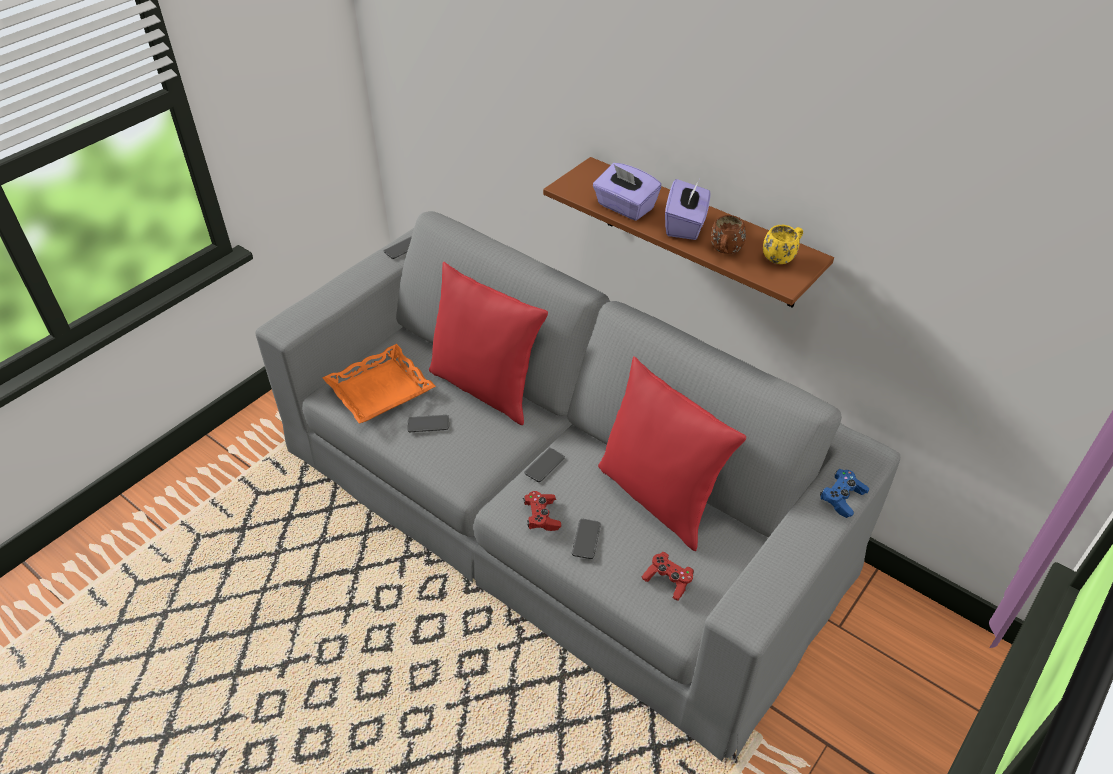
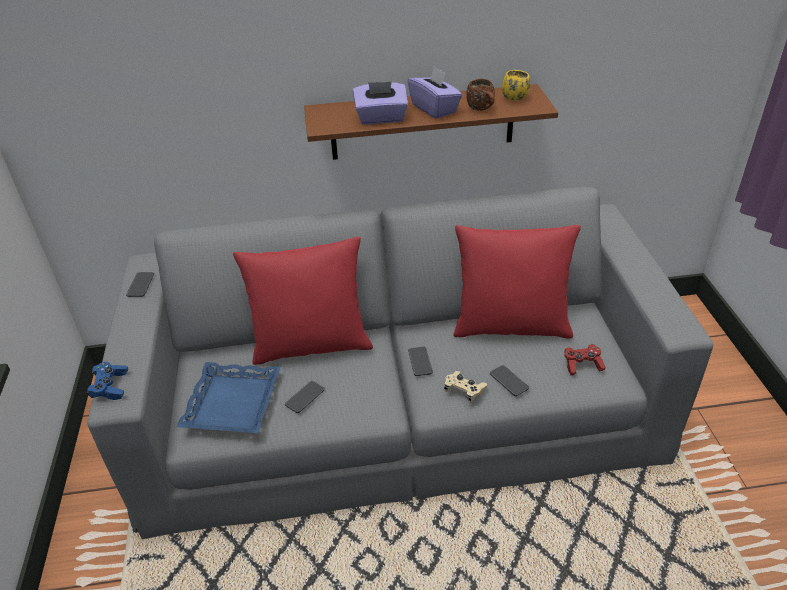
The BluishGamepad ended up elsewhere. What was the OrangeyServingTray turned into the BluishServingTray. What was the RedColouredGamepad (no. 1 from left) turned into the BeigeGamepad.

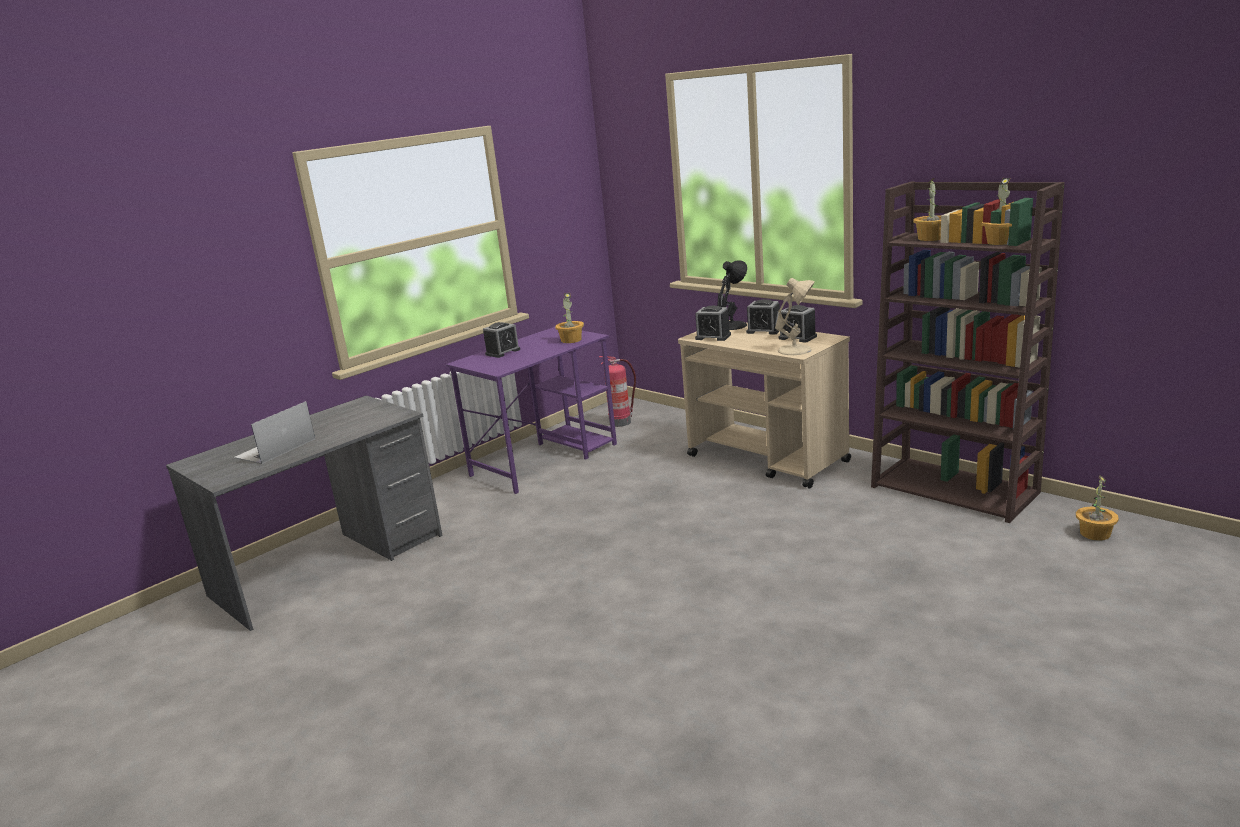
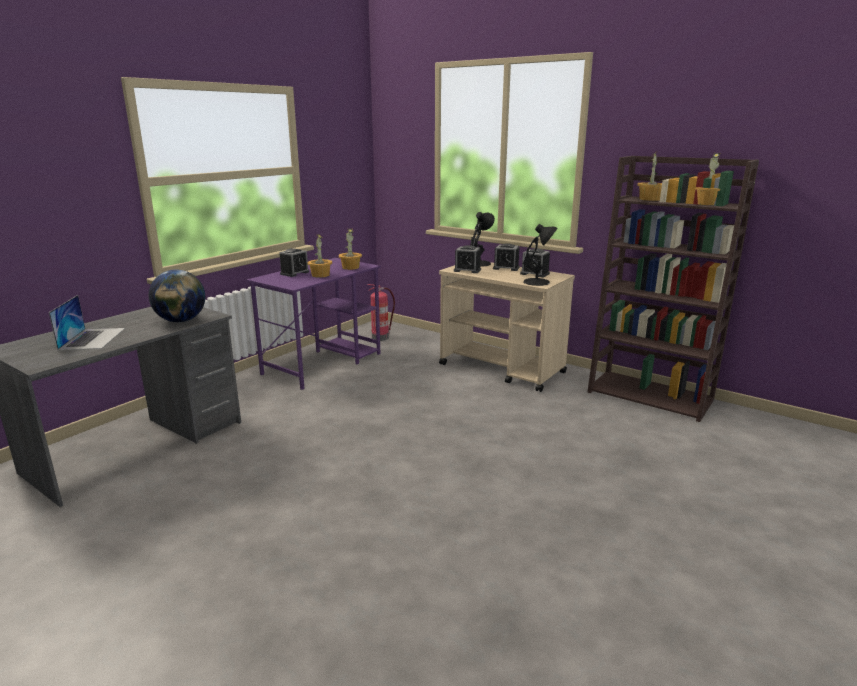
The second view gained the DeskGlobe. The Houseplant (no. 4 from left in the first image) ended up elsewhere. What was the BeigeTabletopLamp turned into the BlackColouredTabletopLamp (no. 2 from left). The NotebookComputer ended up facing another way, 150 degrees clockwise from before.

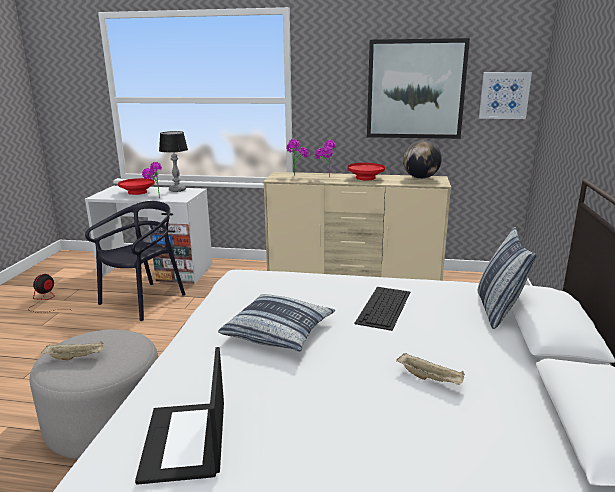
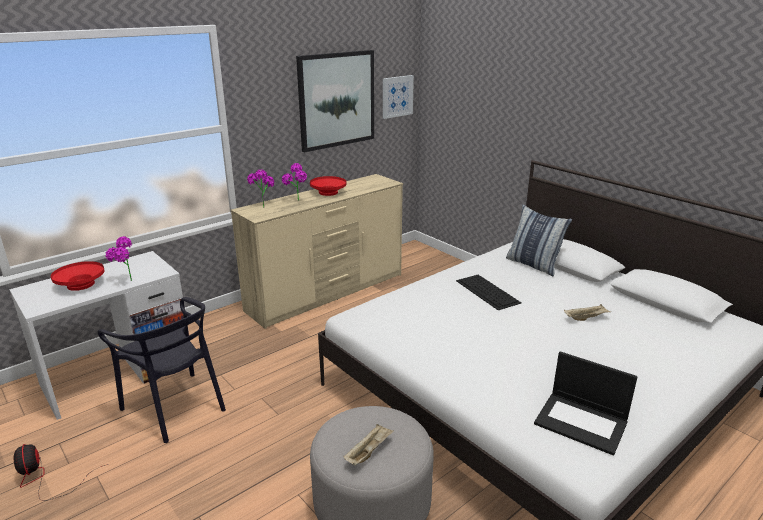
The second view lost the TabletopLamp. The second view lost the Pillow (no. 1 from left). The second view lost the DeskGlobe. The BlackColouredPlainChair ended up facing another way, 150 degrees clockwise from before.

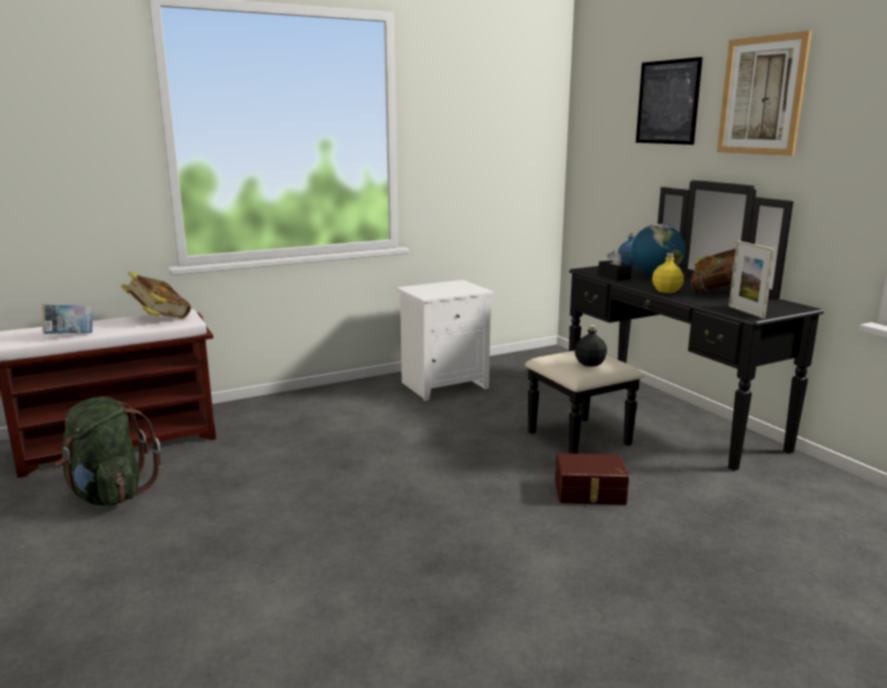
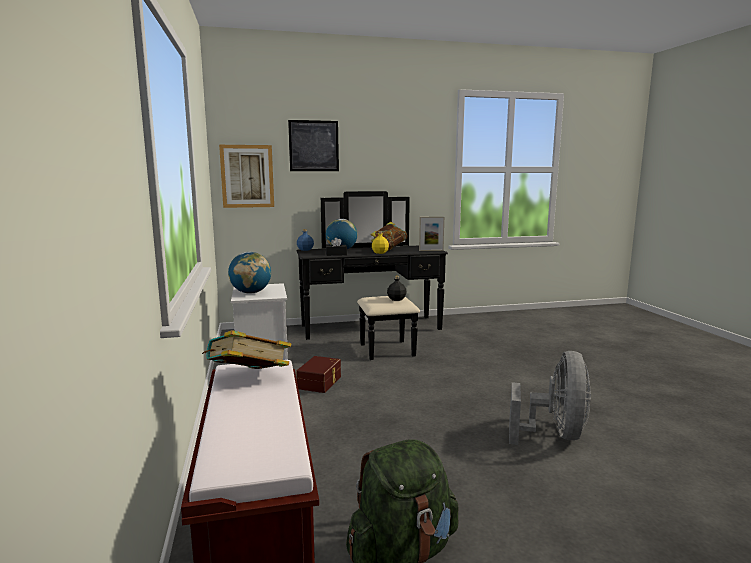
The second view lost the Volume (no. 1 from left). The second view gained the DeskGlobe (no. 1 from left). The second view gained the GreyishCoolingFan. The BrownishStorageContainer ended up elsewhere. The WallArt (no. 2 from left in the first image) ended up elsewhere.

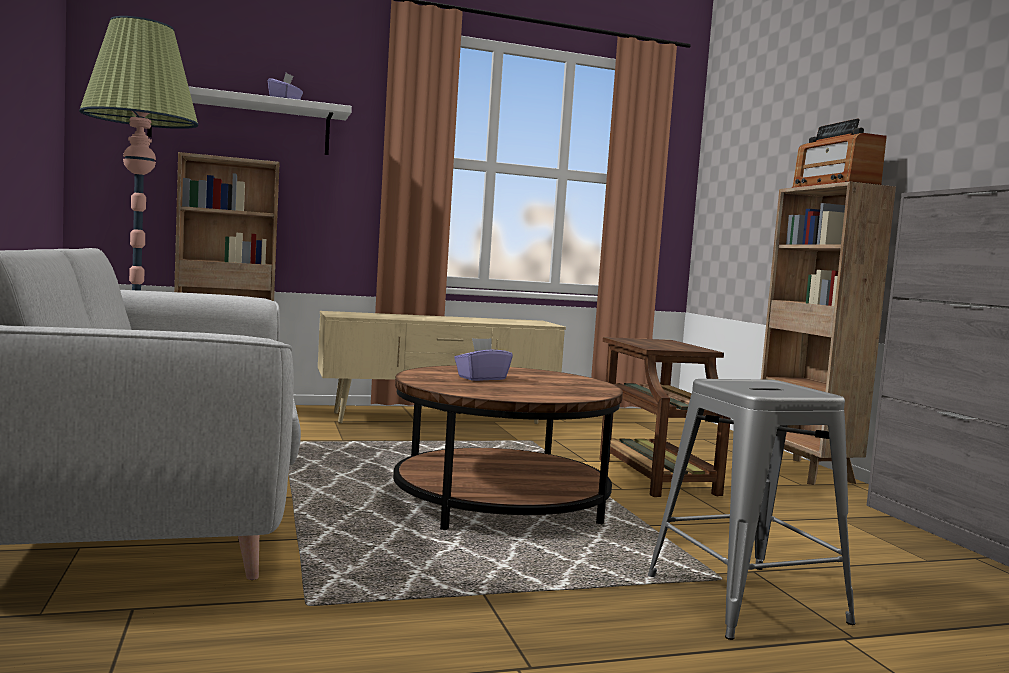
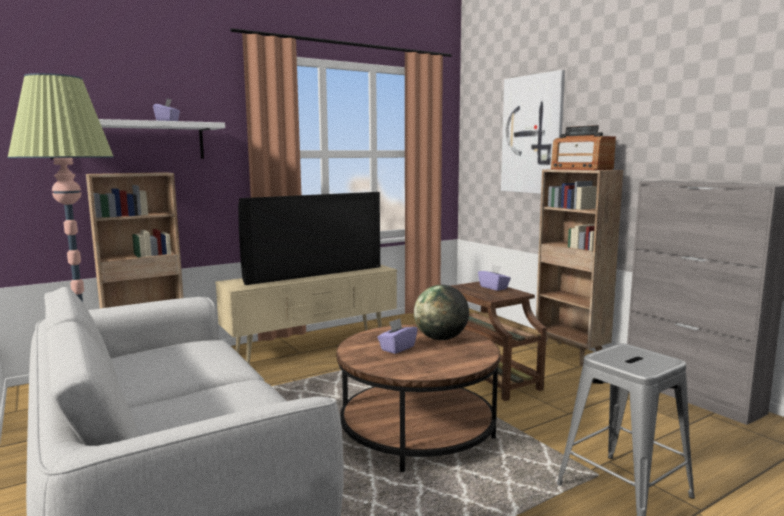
The second view gained the TvSet. The second view gained the DeskGlobe. The second view gained the PurpleTissueHolder (no. 3 from left). The second view gained the WallArt.

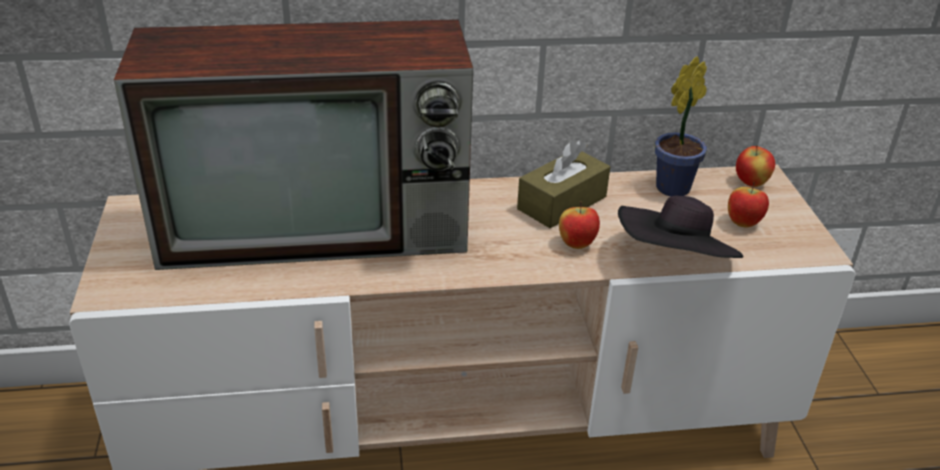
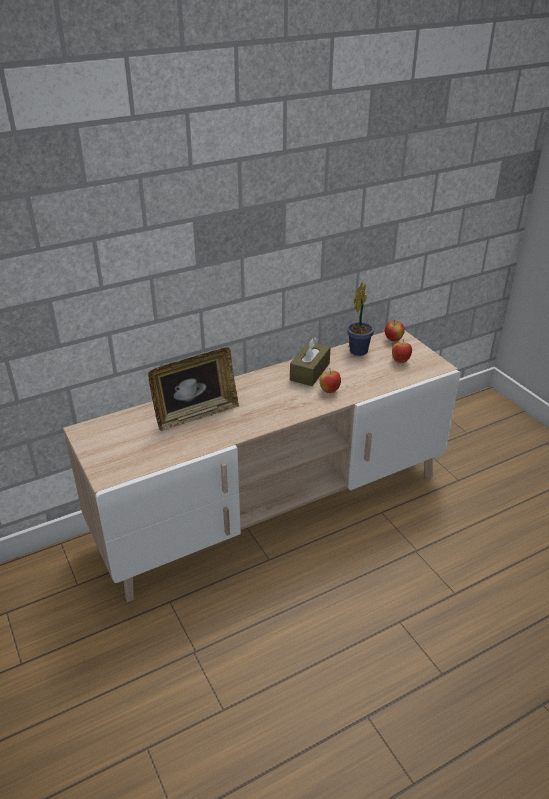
The second view lost the BlackColouredClothingHat. Where the TvSet stood, the PhotoFrame came to stand.

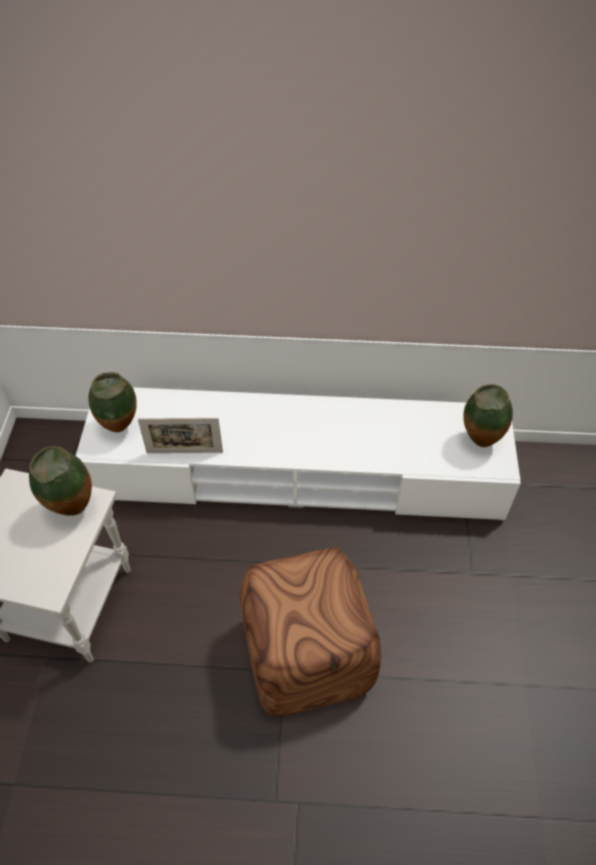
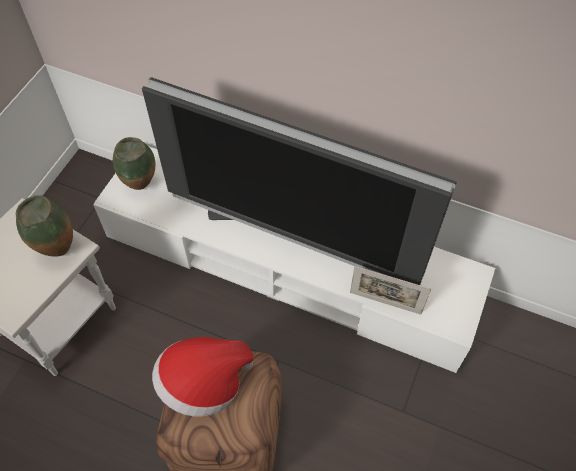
The second view lost the DecorativeVase (no. 3 from left). The second view gained the TvSet. The second view gained the ClothingHat. The PhotoFrame ended up elsewhere.

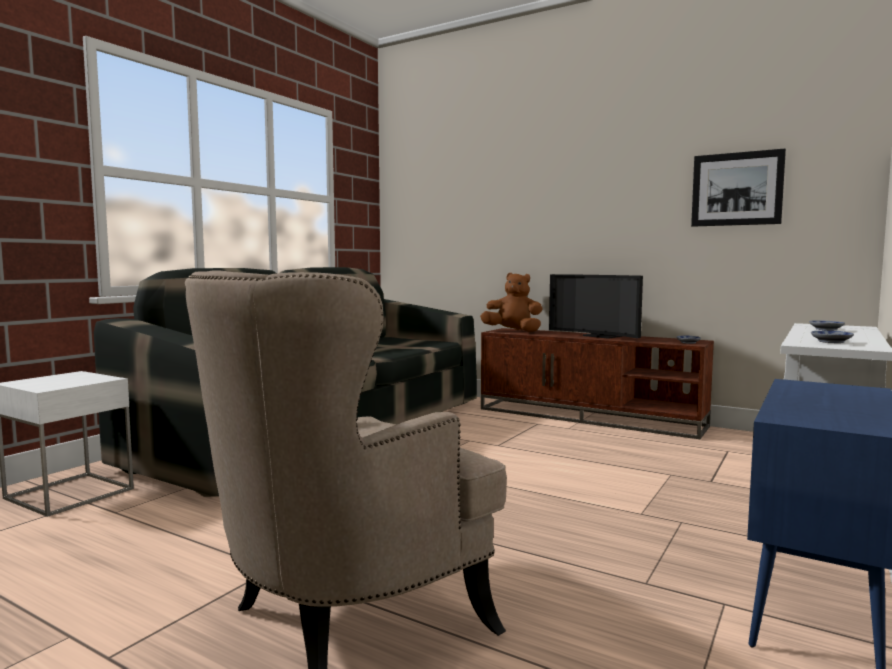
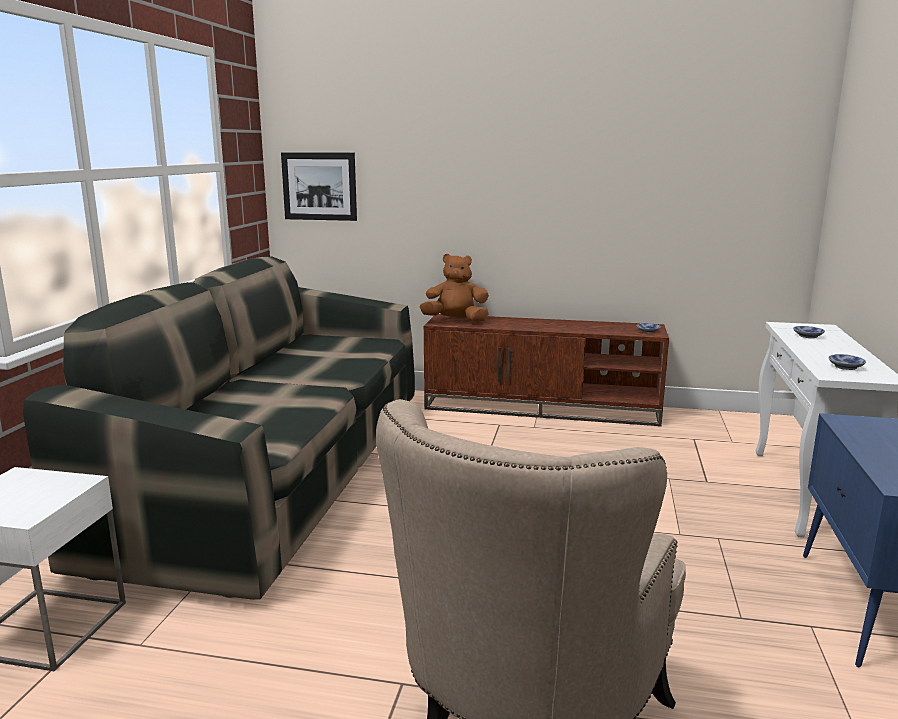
The second view lost the TvSet. The WallArt ended up elsewhere.

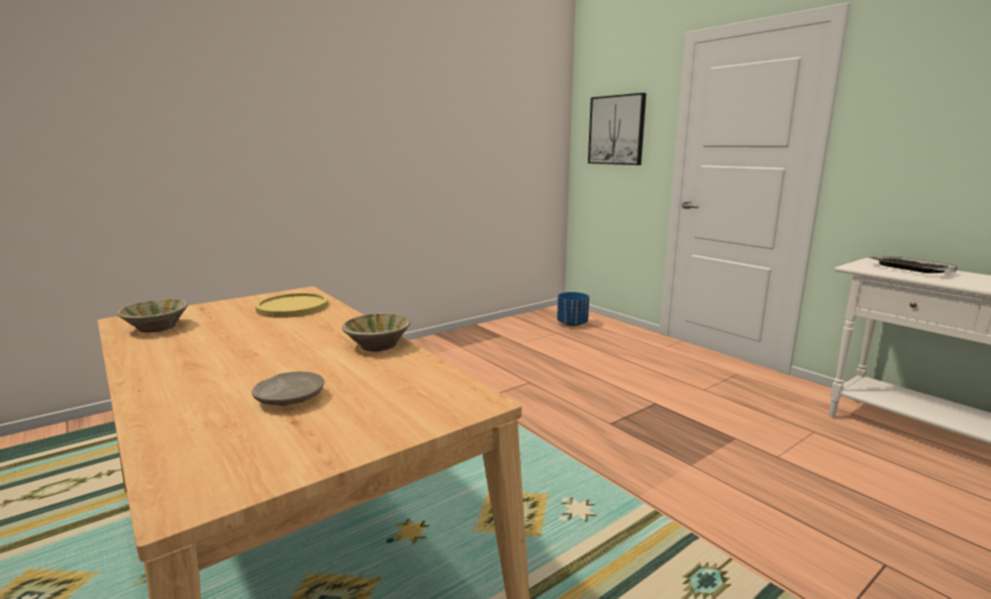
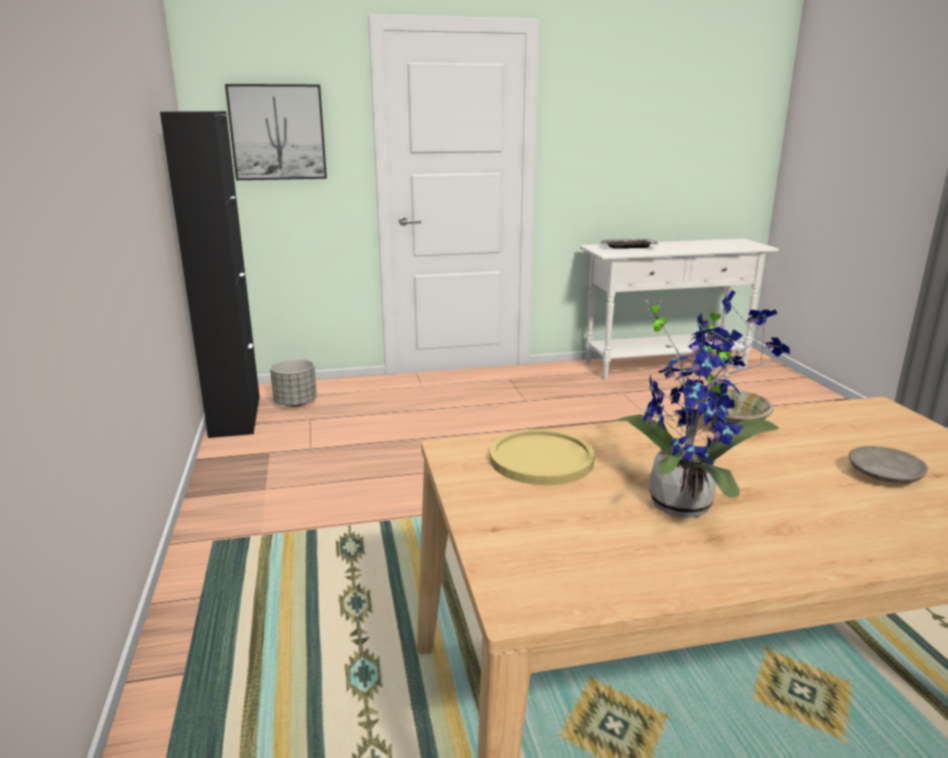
The second view lost the BeigeServingBowl (no. 1 from left). The second view gained the BlackColouredCabinet. The second view gained the Houseplant. What was the BluishPlantPot turned into the GreyishPlantPot.

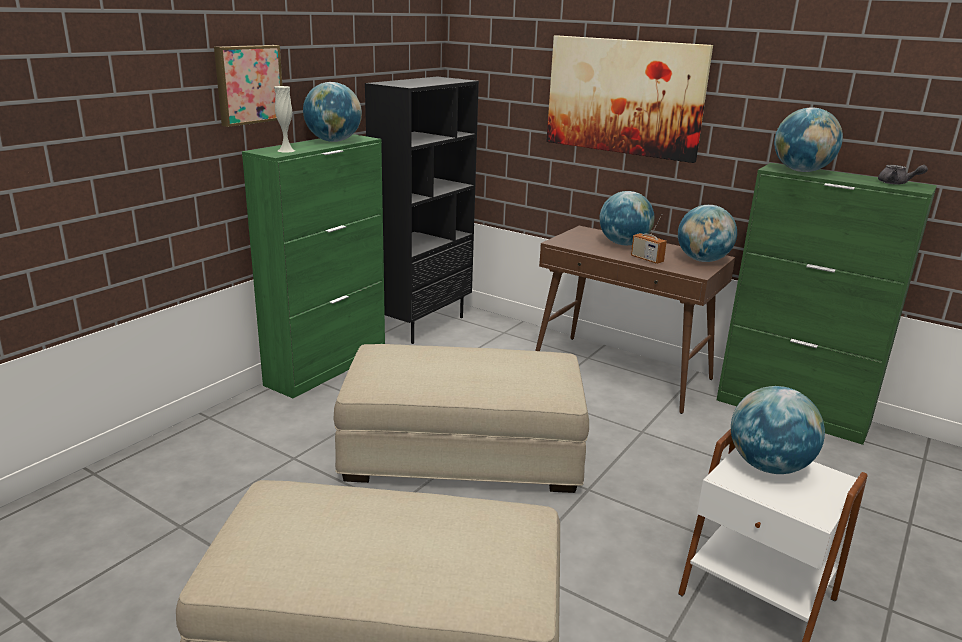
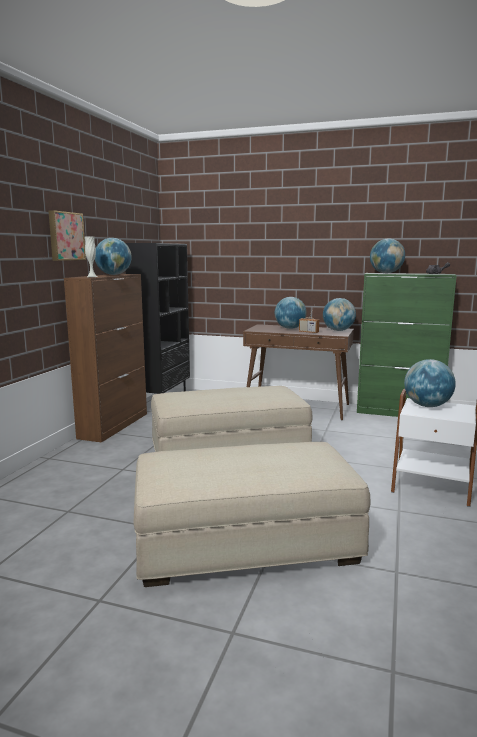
The second view lost the WallArt (no. 2 from left). What was the GreenColouredCabinet (no. 1 from left) turned into the BrownishCabinet.

